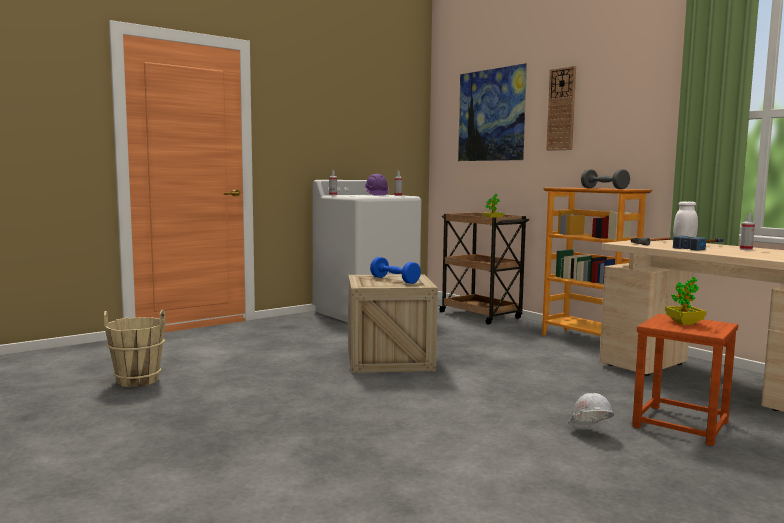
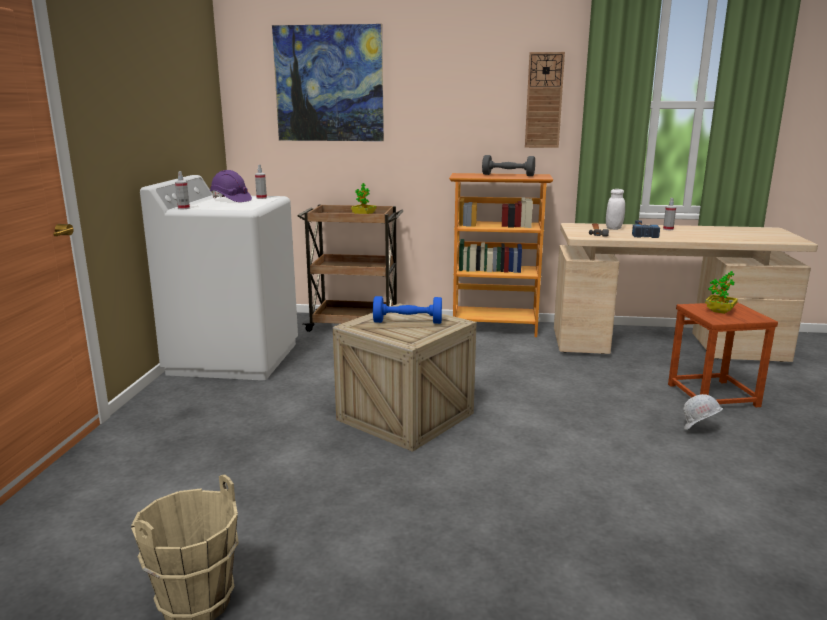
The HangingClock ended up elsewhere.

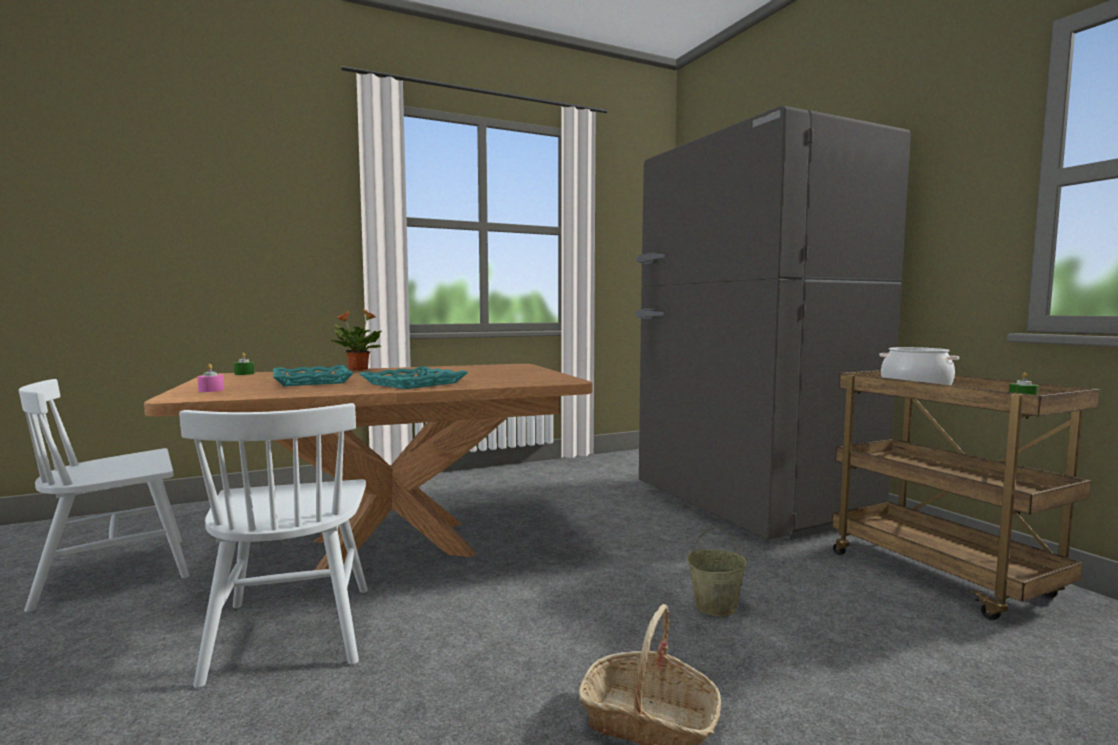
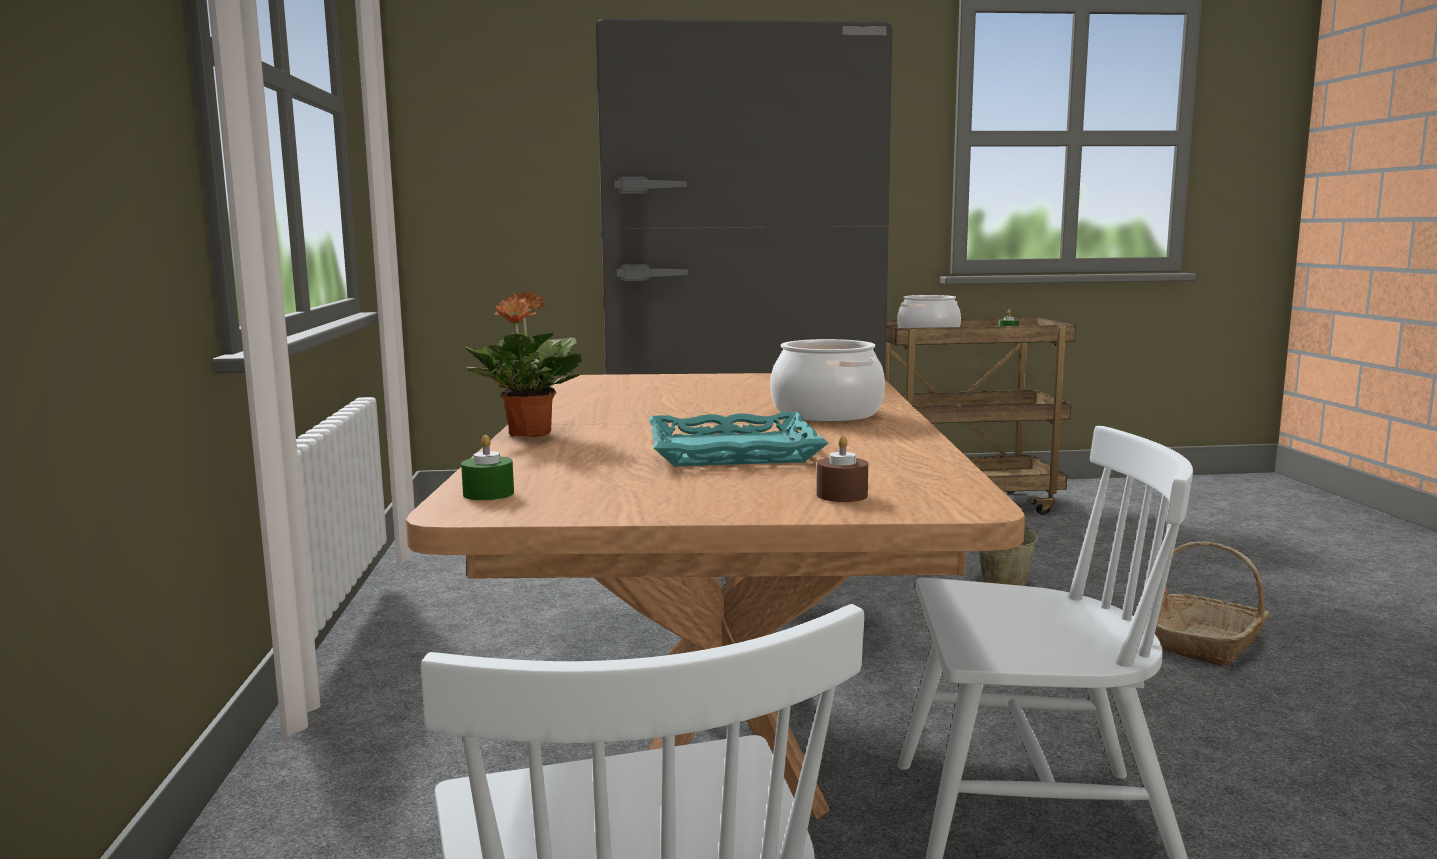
Where the TurquoiseServingTray (no. 2 from left) stood, the Stockpot (no. 1 from left) came to stand. What was the PinkishWaxCandle turned into the BrownishWaxCandle.

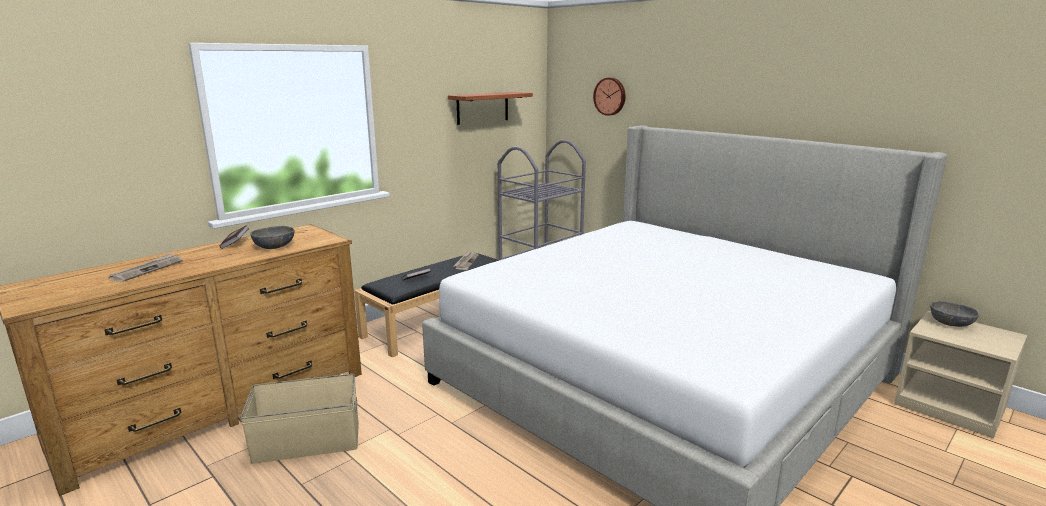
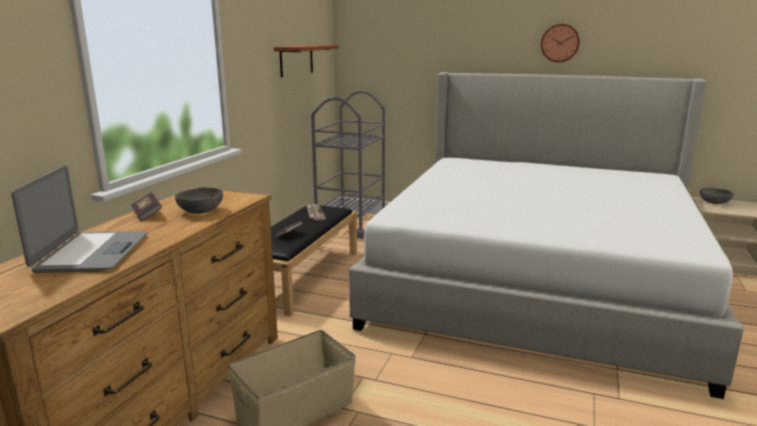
The HangingClock ended up elsewhere. Where the PrintedPaper (no. 1 from left) stood, the NotebookComputer came to stand.

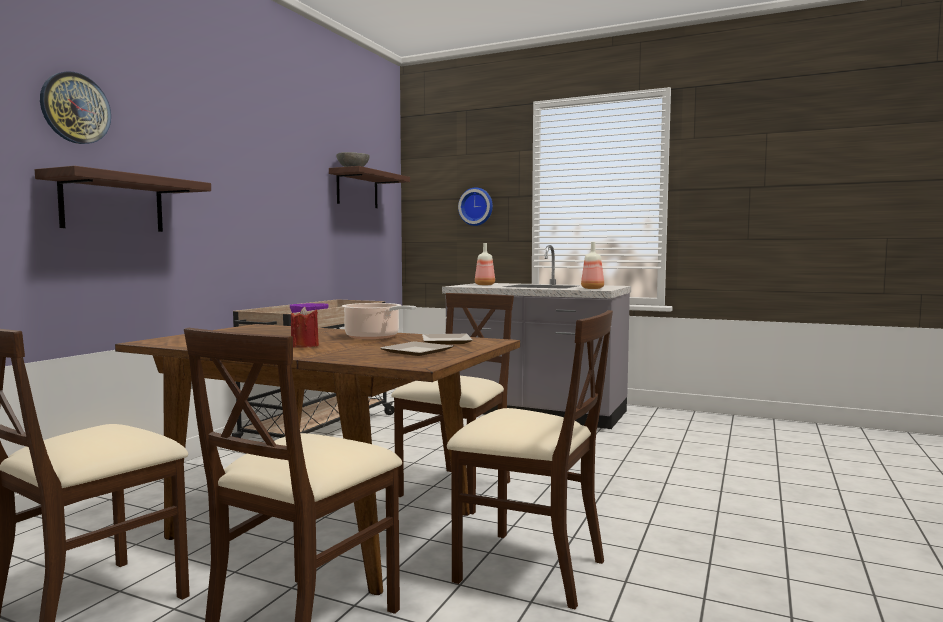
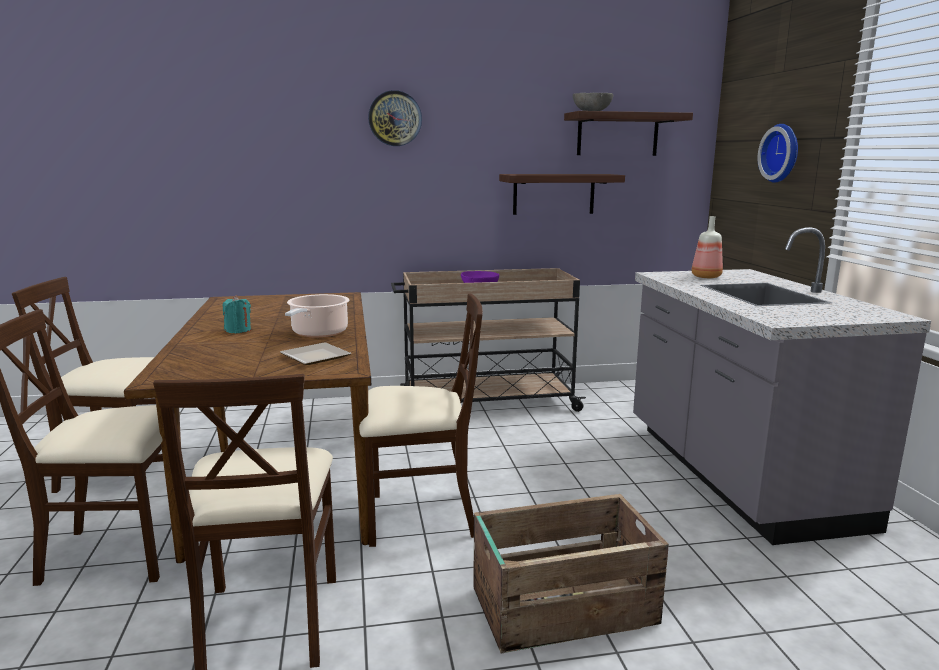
The second view lost the DinnerPlate (no. 1 from left). The second view lost the Bottle (no. 2 from left). The second view gained the Crate. The WallShelf (no. 1 from left) ended up elsewhere. The HangingClock (no. 1 from left) ended up elsewhere. What was the RedColouredWaxCandle turned into the TurquoiseWaxCandle.

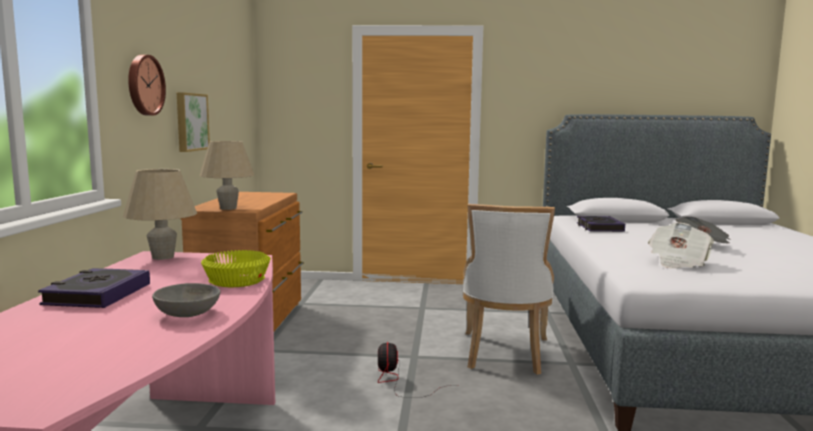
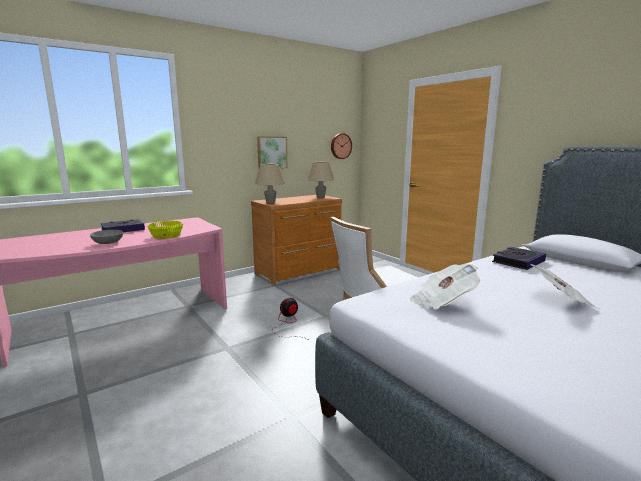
The BeigeTabletopLamp (no. 1 from left in the first image) ended up elsewhere. The HangingClock ended up elsewhere.

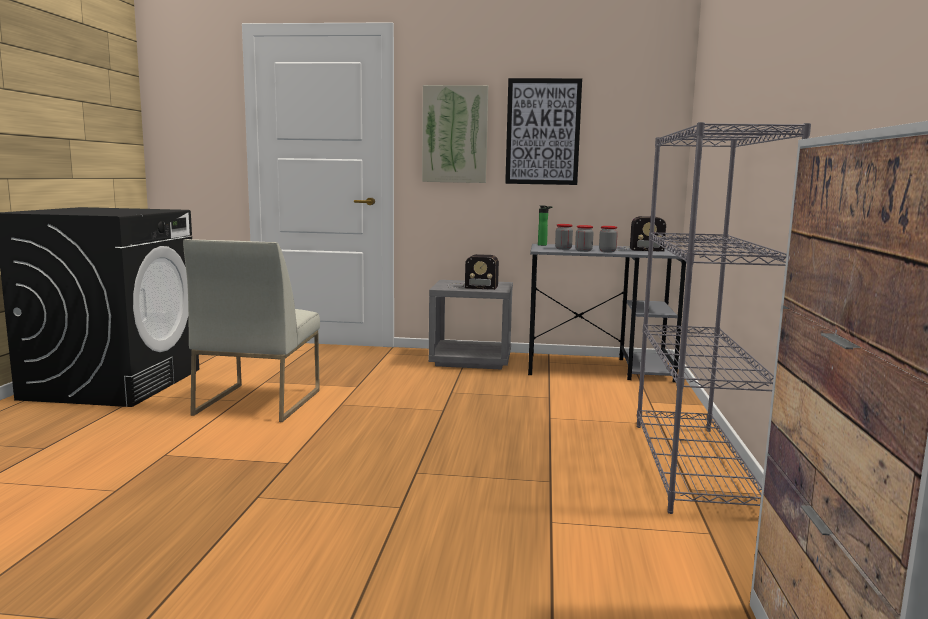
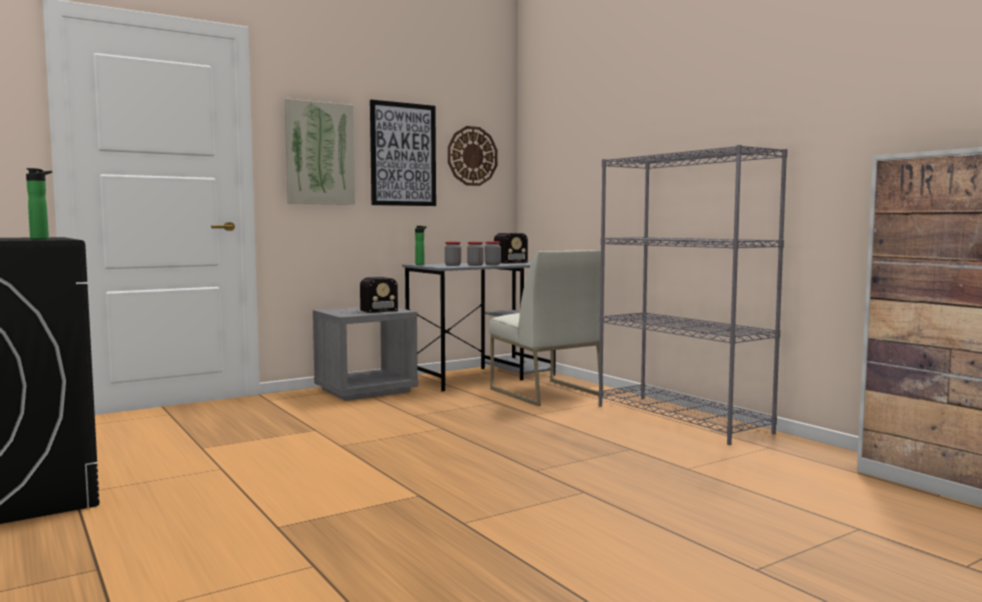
The second view gained the Bottle (no. 1 from left). The second view gained the HangingClock. The WhitishPlainChair ended up elsewhere.

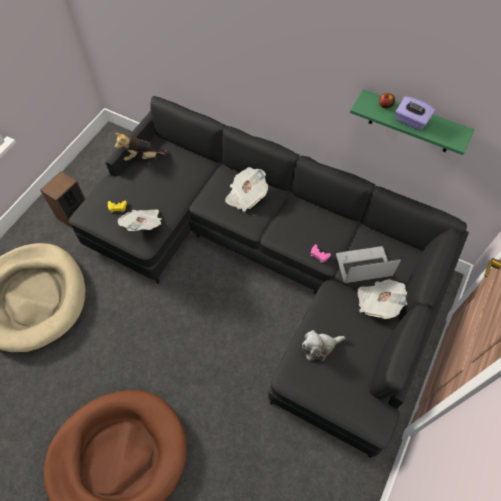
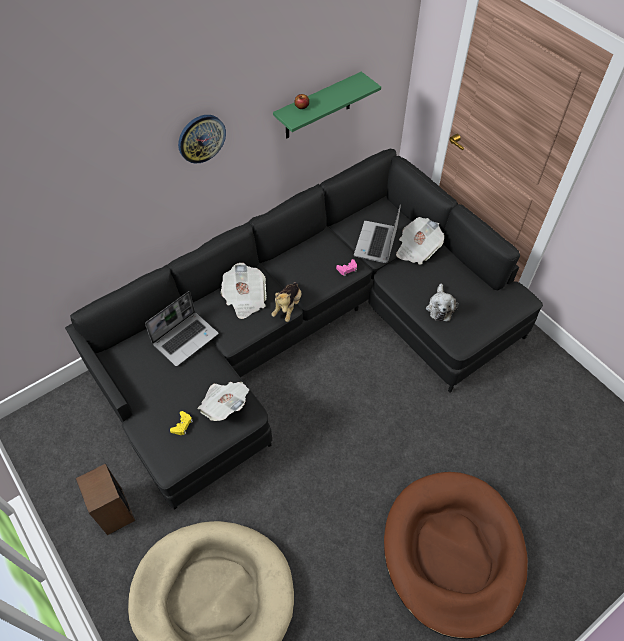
The second view lost the PurpleTissueHolder. The second view gained the NotebookComputer (no. 1 from left). The second view gained the HangingClock. The CuddlyToy (no. 1 from left) ended up elsewhere.

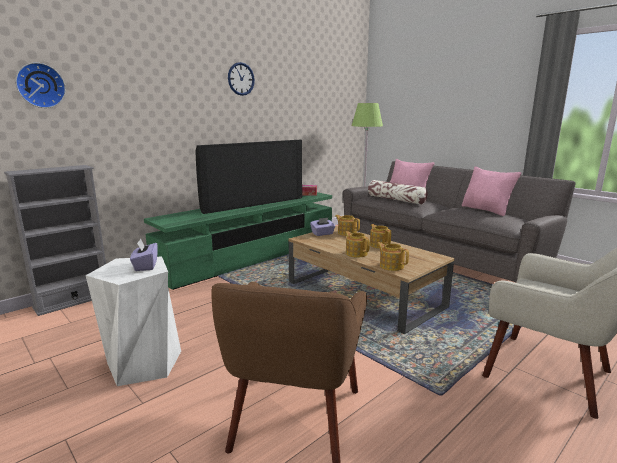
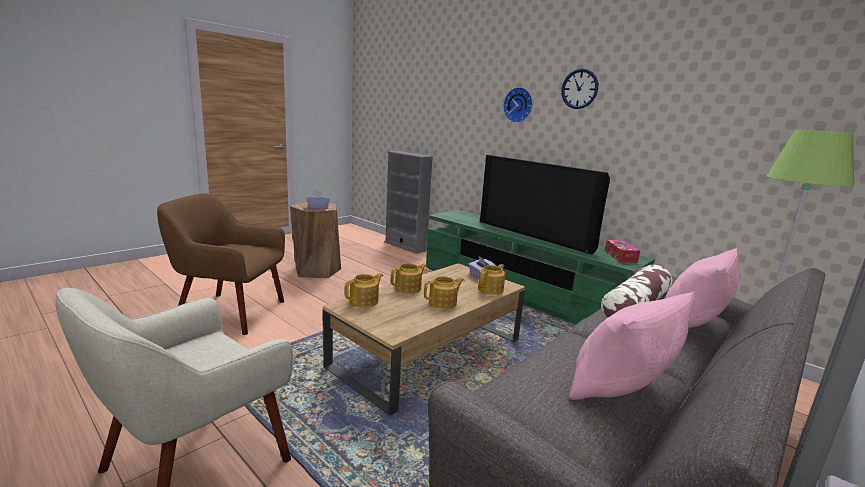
The HangingClock (no. 1 from left) ended up elsewhere. What was the WhitishSittingStool turned into the BrownishSittingStool.

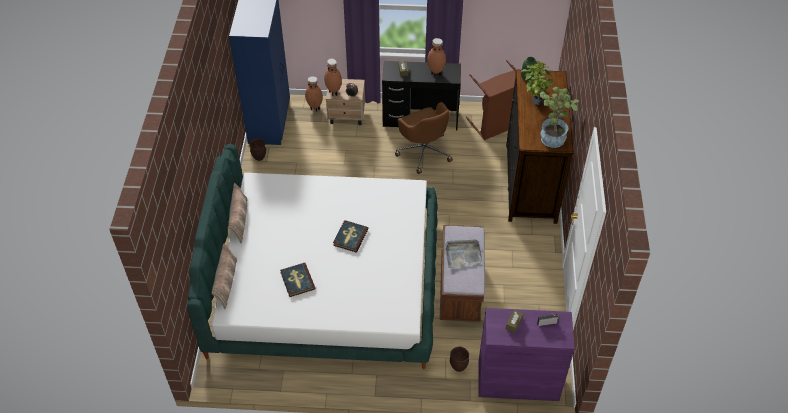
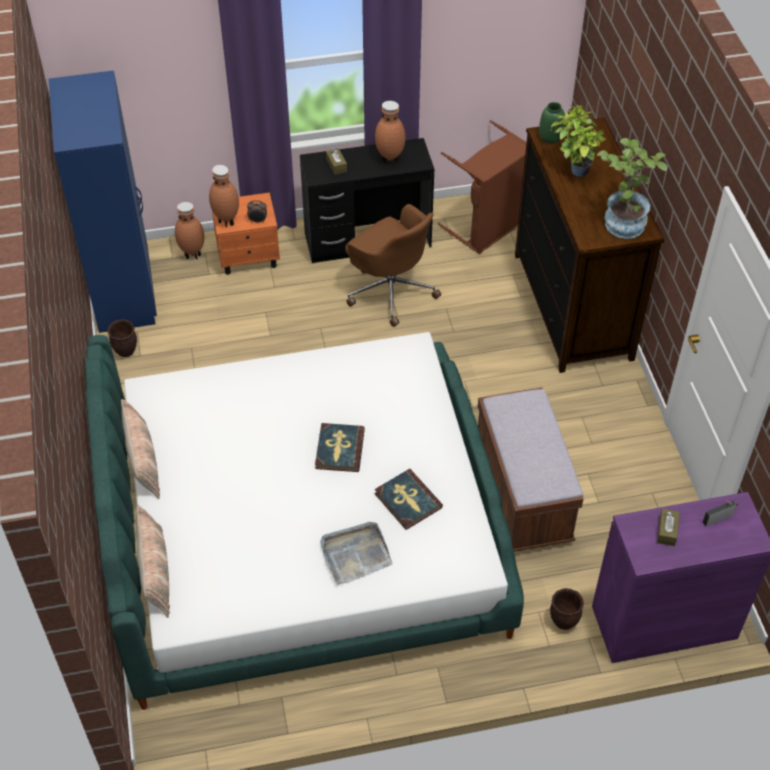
The Volume (no. 1 from left in the first image) ended up elsewhere. The GreyishServingTray ended up elsewhere. What was the BeigeNightstand turned into the OrangeyNightstand.

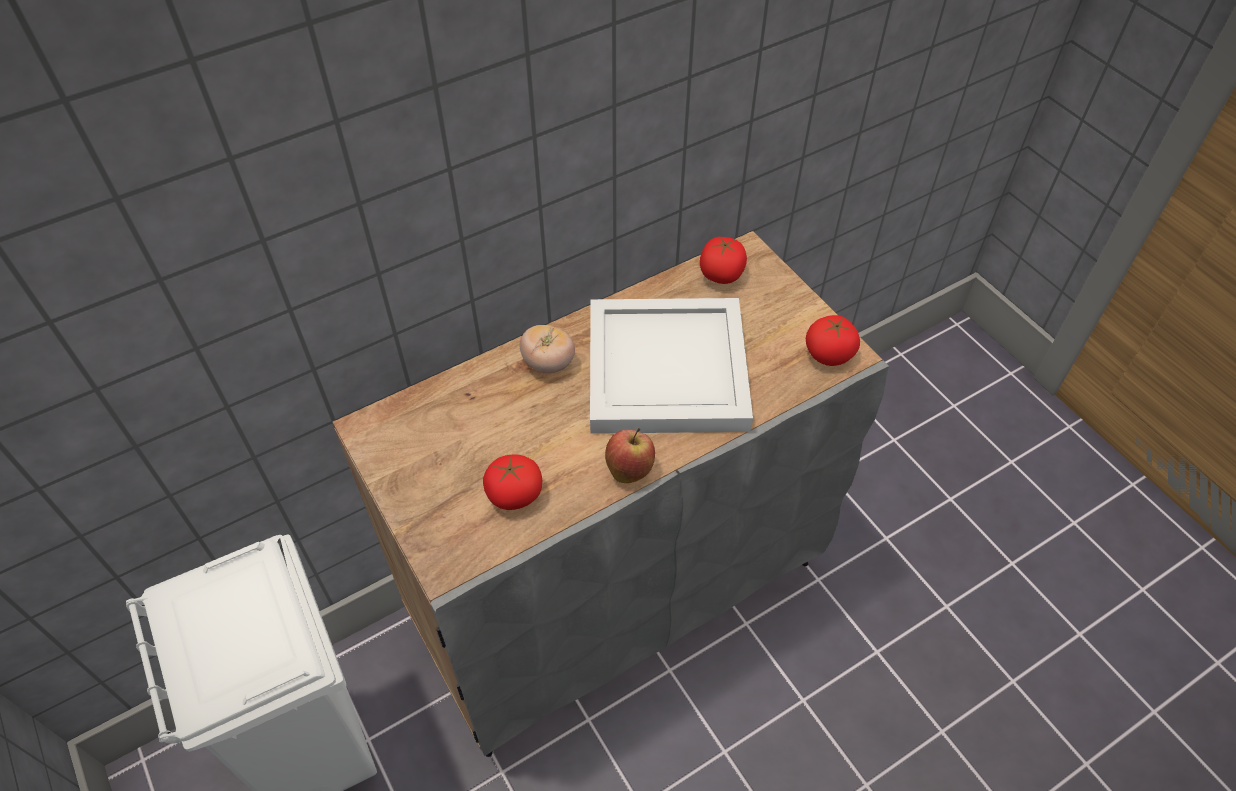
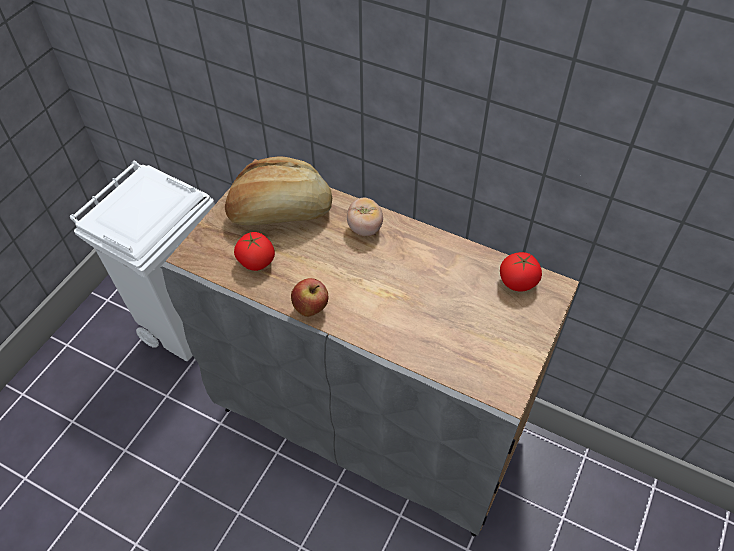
The second view lost the WhitishServingTray. The second view lost the FreshTomato (no. 4 from left). The second view gained the BakeryBread.

